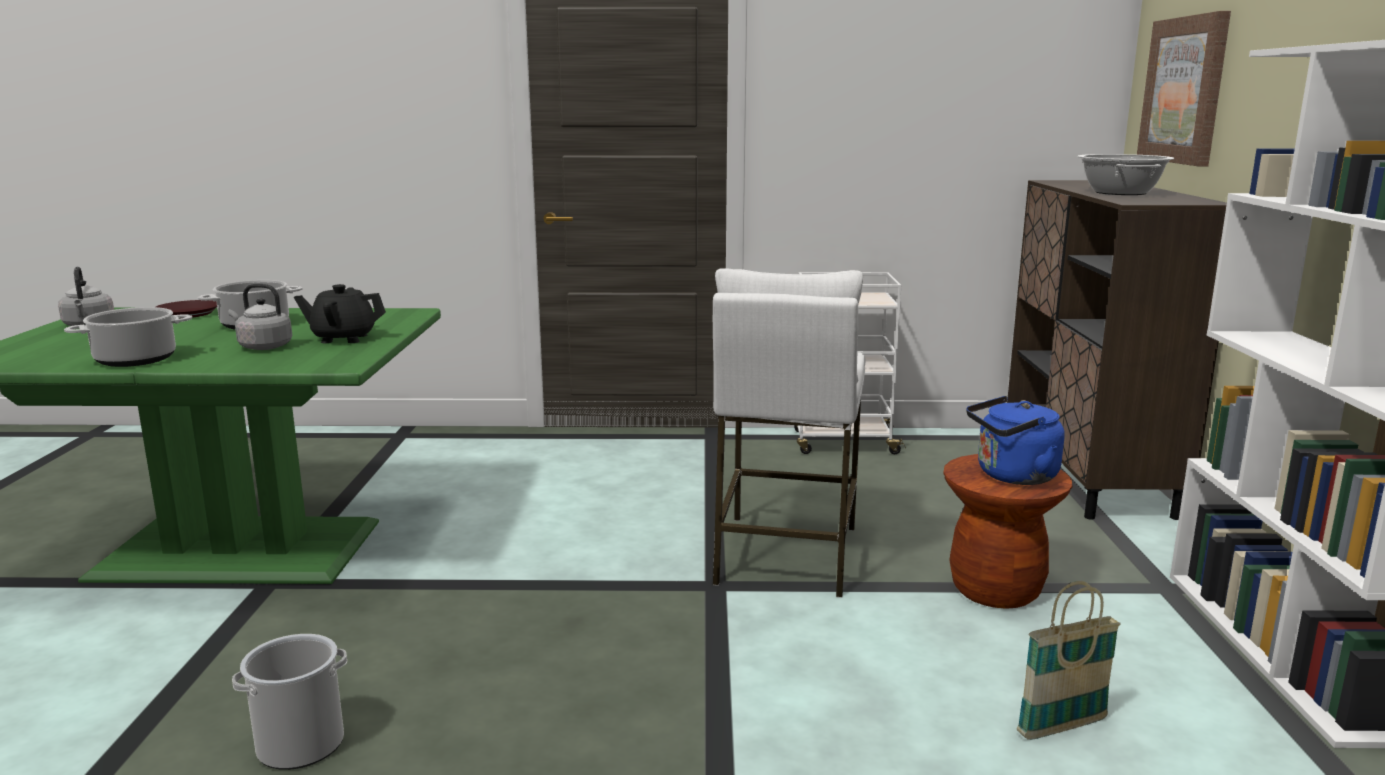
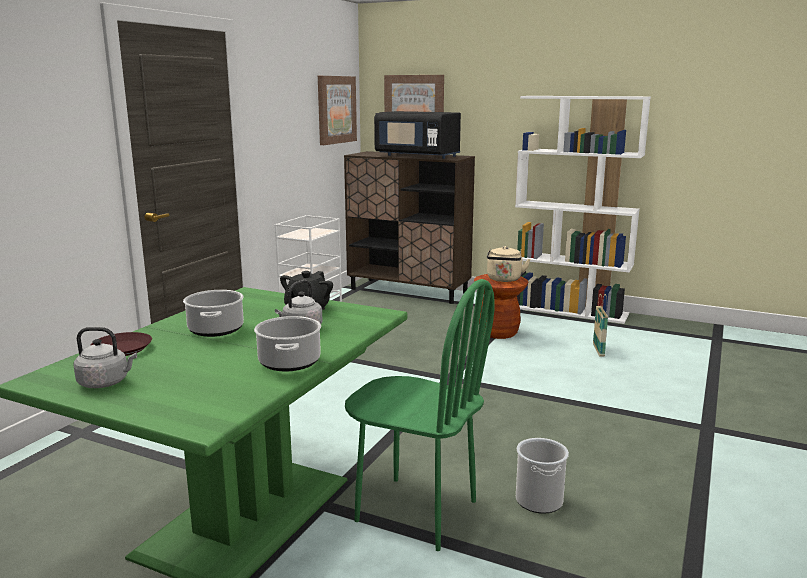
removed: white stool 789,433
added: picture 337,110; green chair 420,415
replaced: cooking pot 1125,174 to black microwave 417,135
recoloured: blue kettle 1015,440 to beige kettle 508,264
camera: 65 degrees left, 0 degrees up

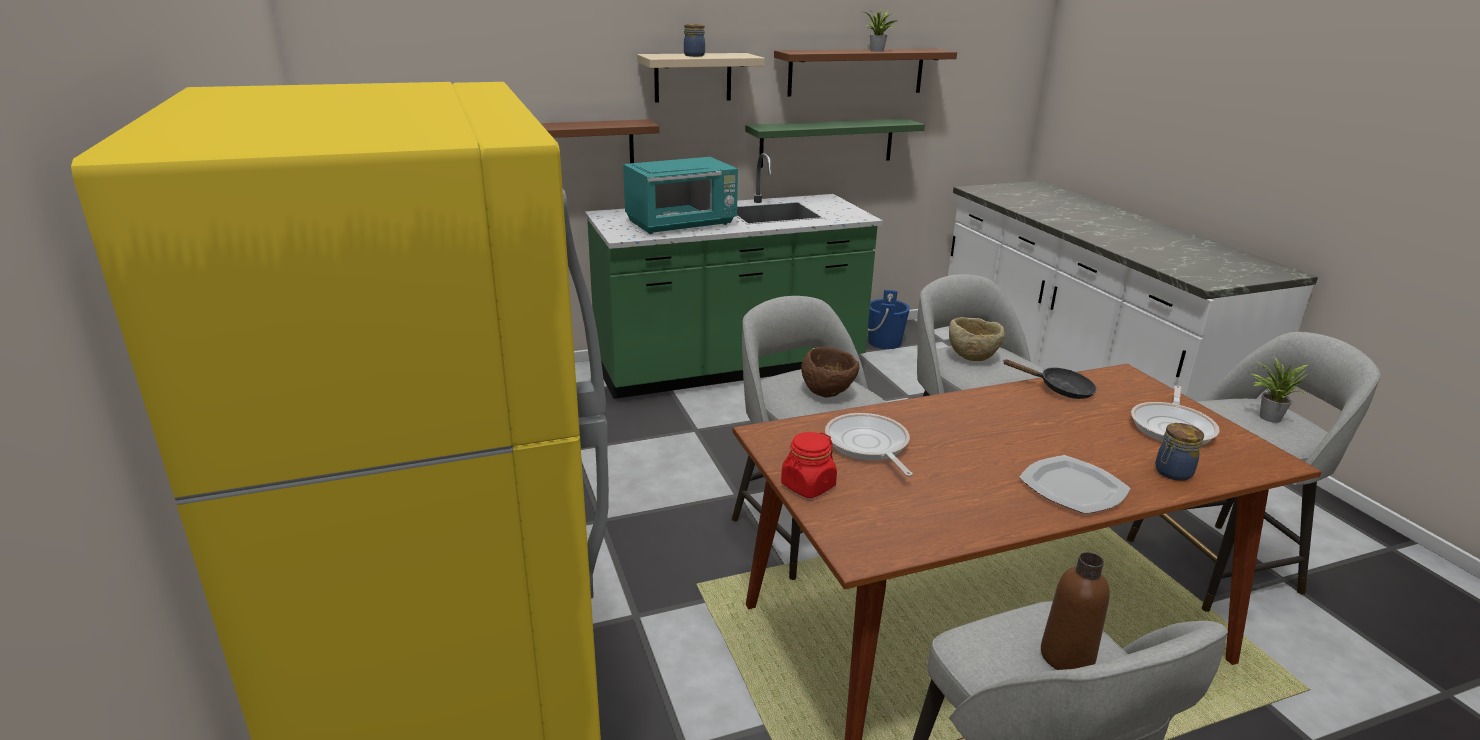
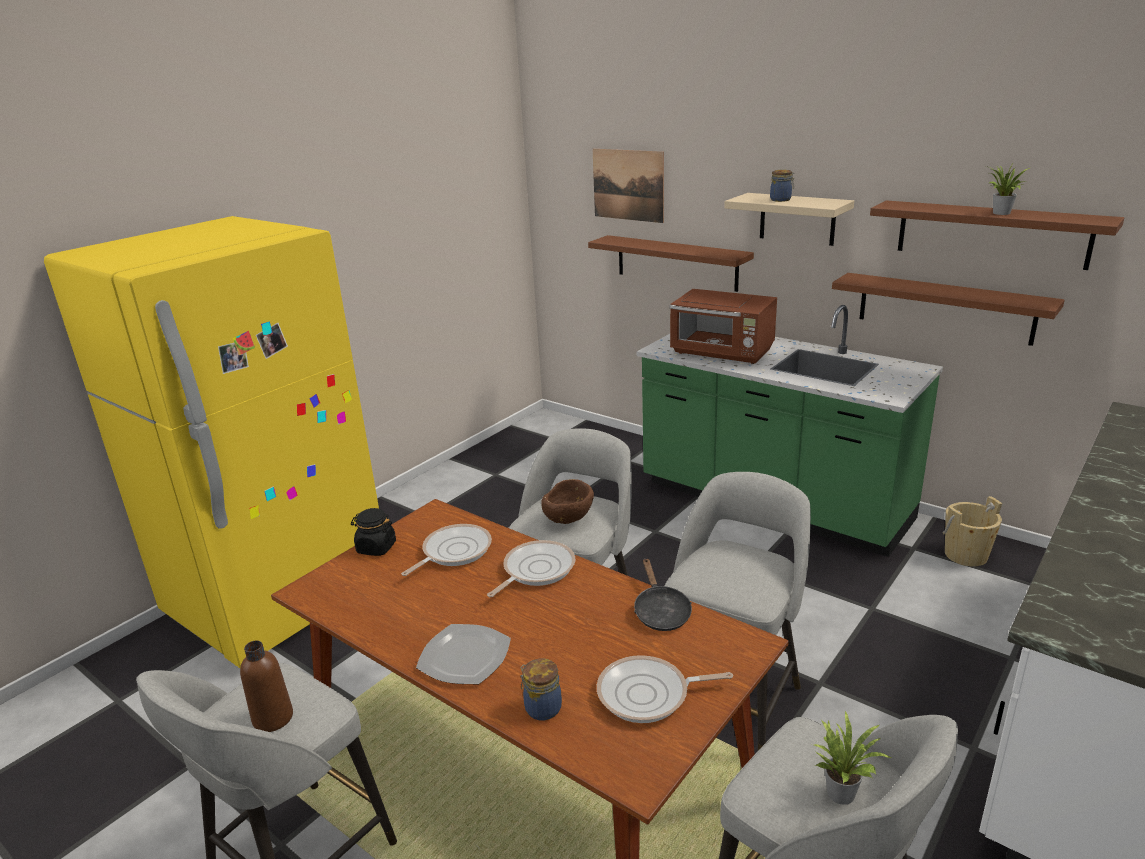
removed: beige bowl 977,339
added: frying pan 531,568; picture 628,186
recoloured: turquoise microwave 680,195 to brown microwave 723,326; green shelf 835,143 to brown shelf 948,309; red jar 809,465 to black jar 373,532; blue bucket 889,319 to beige bucket 972,531
camera: 60 degrees right, 0 degrees up

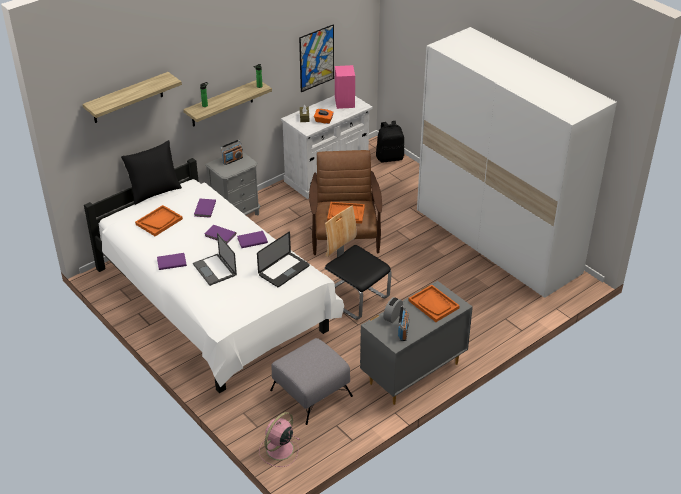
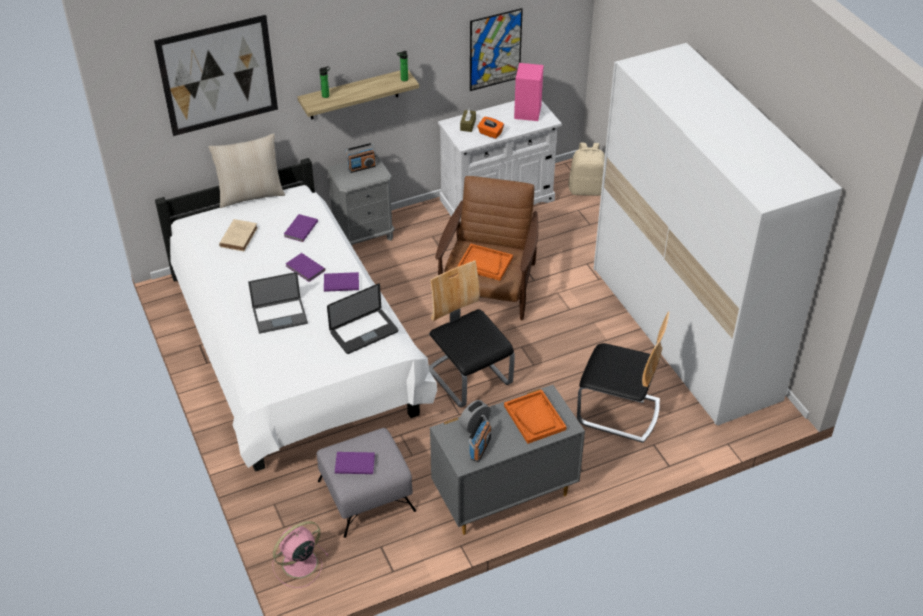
added: chair 623,377
moved: purple book 172,261 to 355,463
replaced: shelf 132,97 to picture 216,75; orange tray 159,220 to beige book 238,235
recoloured: black pillow 151,172 to beige pillow 247,170; black backpack 390,142 to beige backpack 586,169
turned: laptop 215,259 = 278,303 90 degrees counterclockwise
camera: 15 degrees right, 5 degrees up

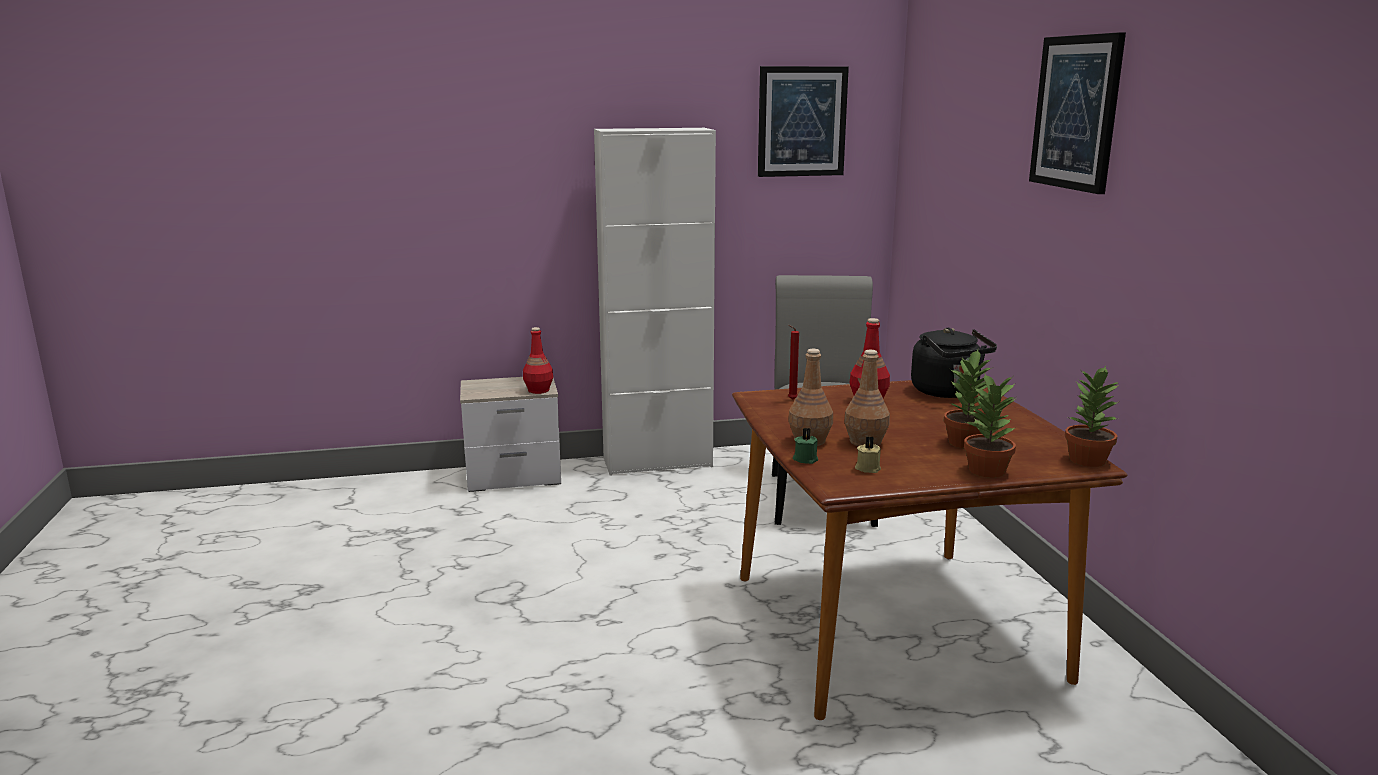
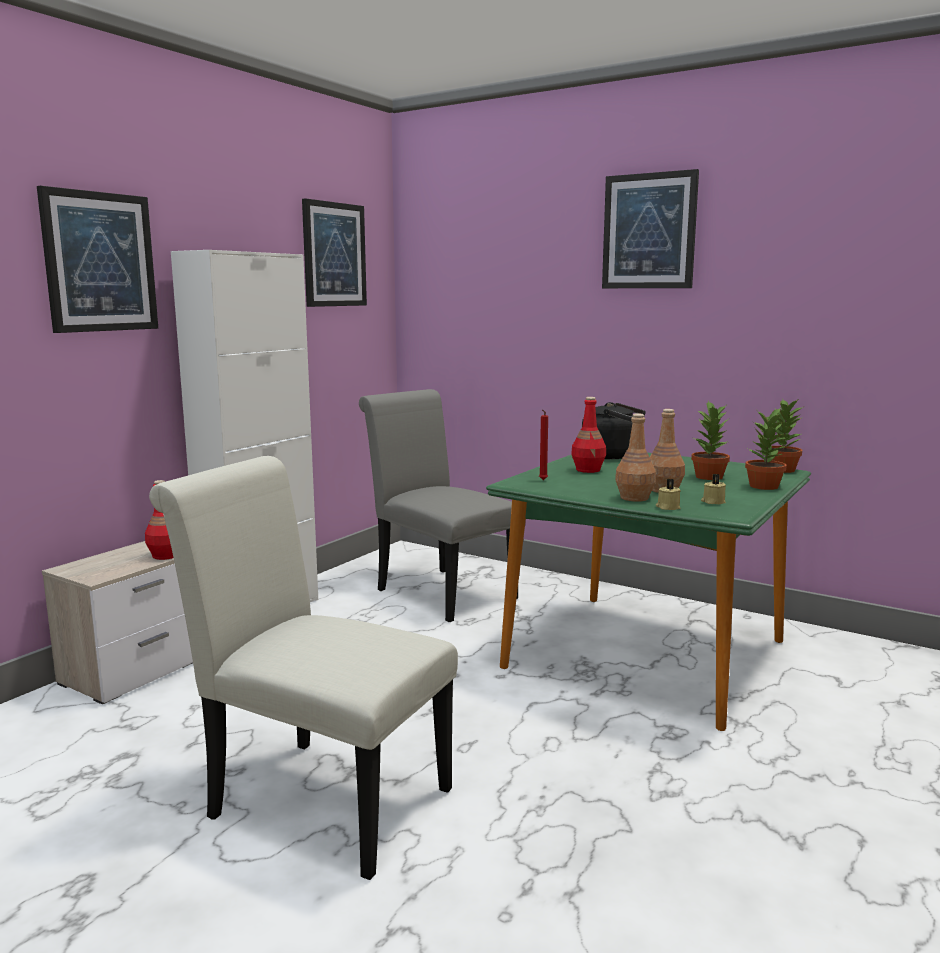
added: picture 97,259; white chair 303,668
recoloured: brown dining table 930,550 to green dining table 648,591; green candle 805,446 to beige candle 668,494
camera: 45 degrees left, 5 degrees down

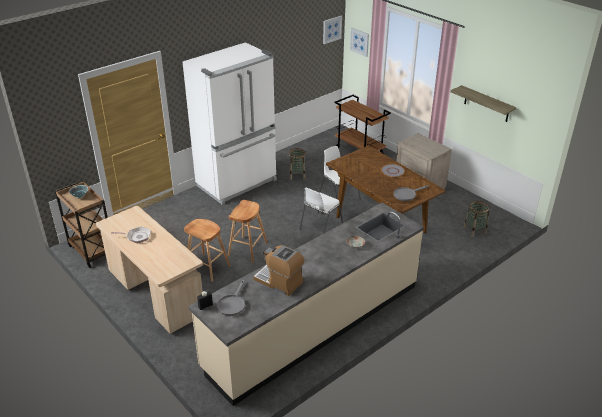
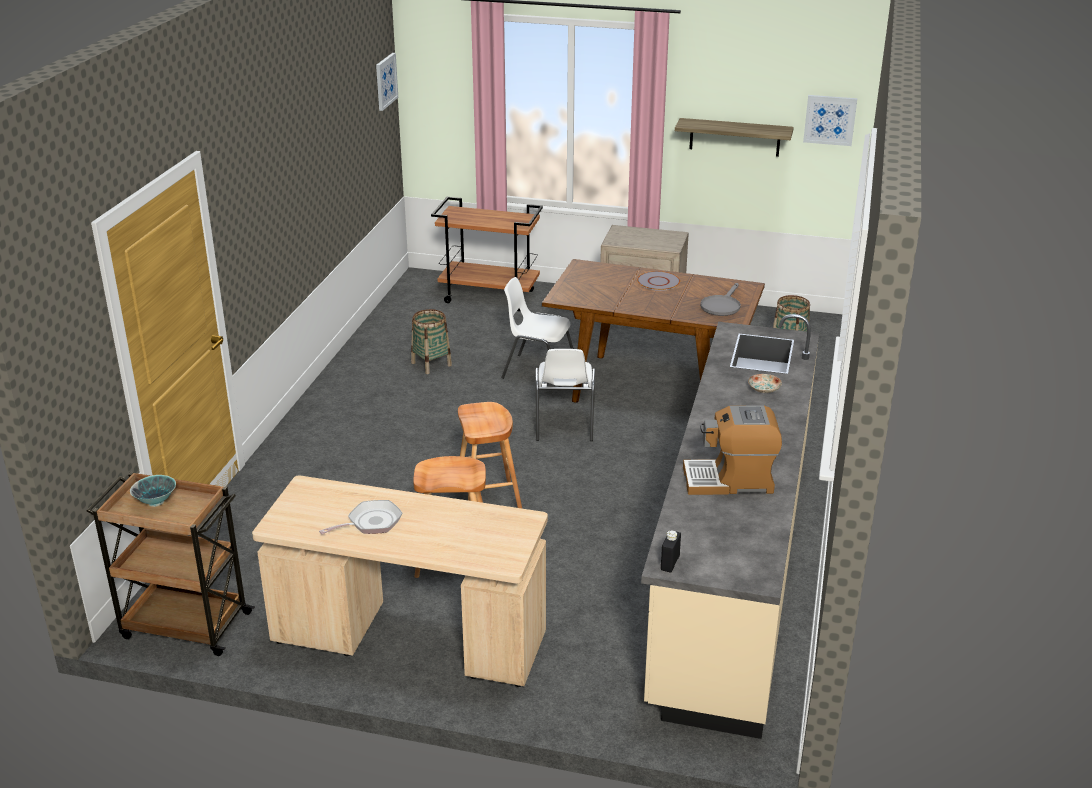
removed: white fridge 229,123; grey frying pan 231,298
moved: picture 359,42 to 830,120
camera: 35 degrees left, 5 degrees down

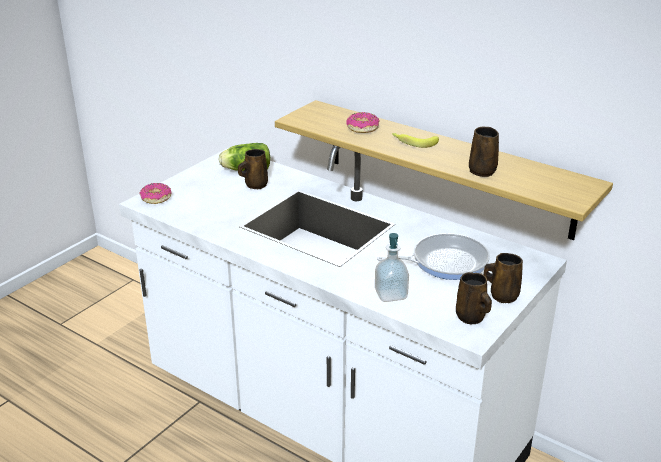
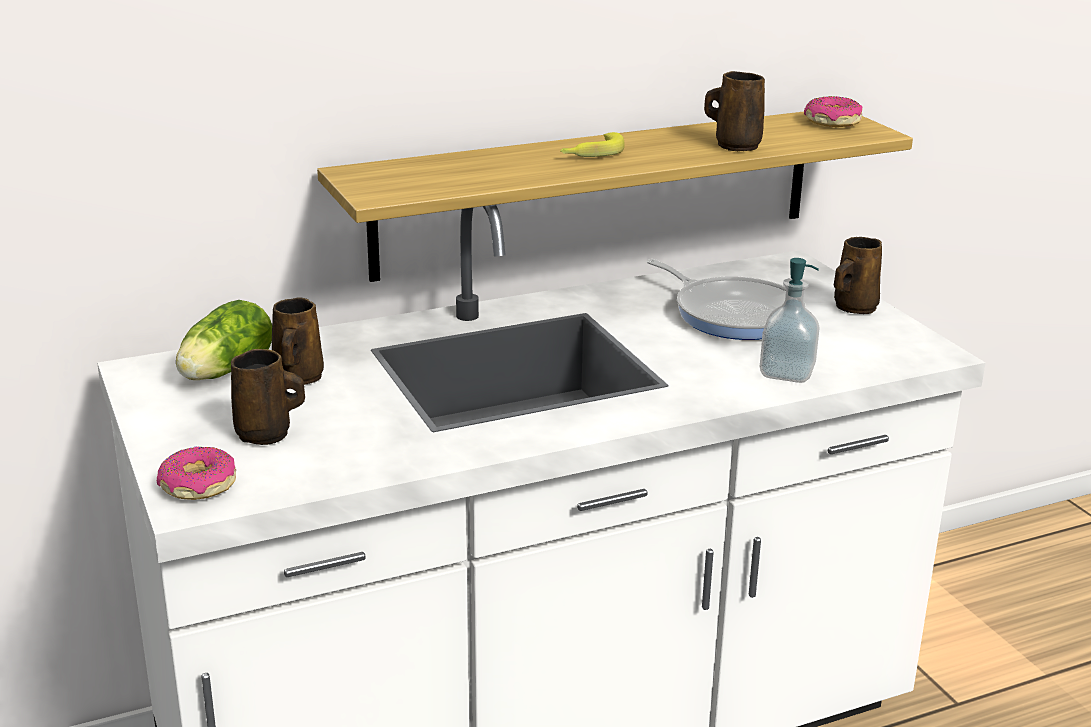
moved: donut 363,122 to 833,111; brown mug 474,298 to 268,397
turned: frying pan 433,256 = 725,299 120 degrees clockwise
camera: 60 degrees left, 5 degrees down

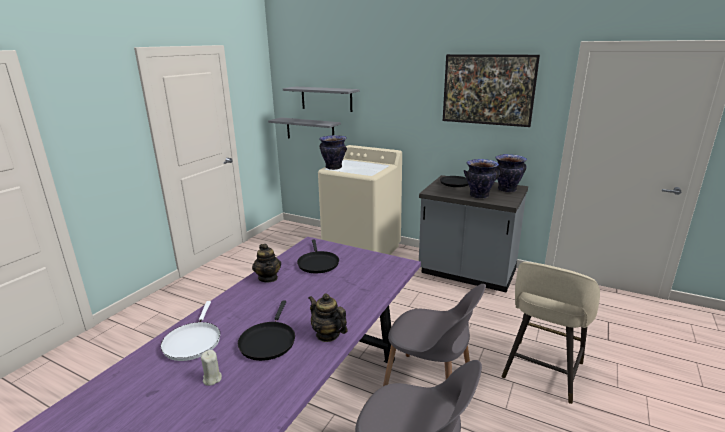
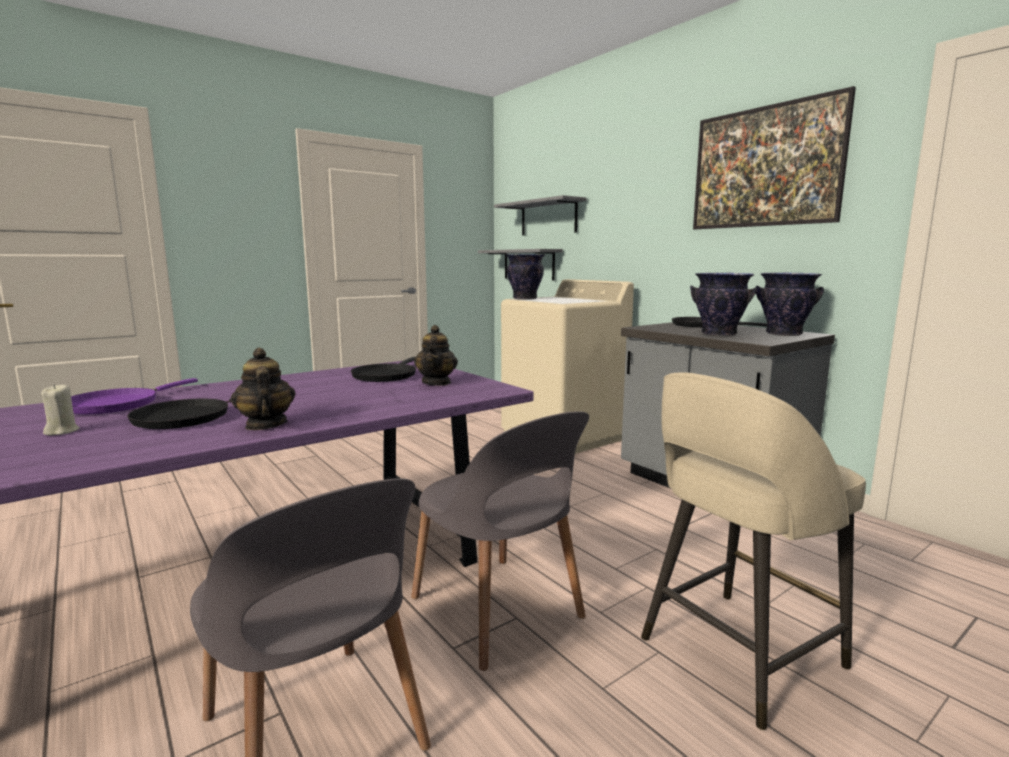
moved: teapot 266,263 to 436,355
recoloured: white frying pan 190,331 to purple frying pan 134,396
camera: 25 degrees right, 10 degrees down

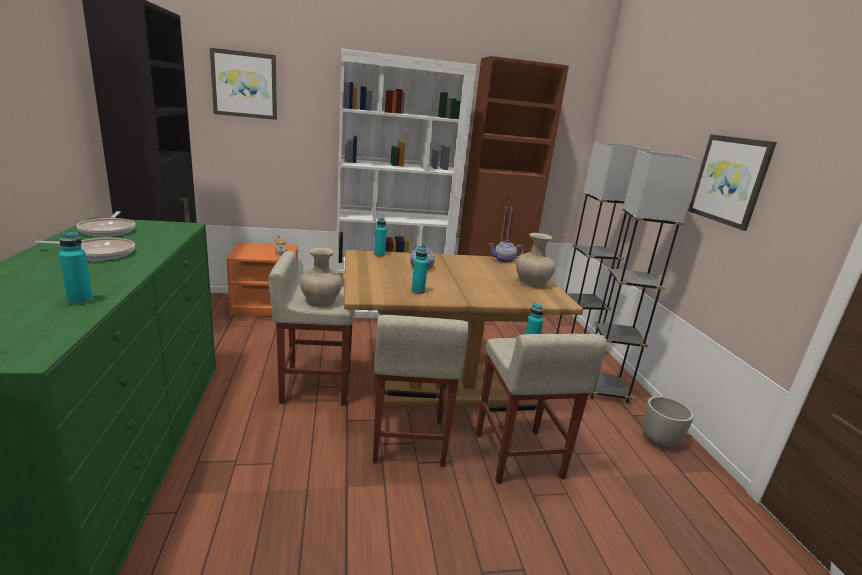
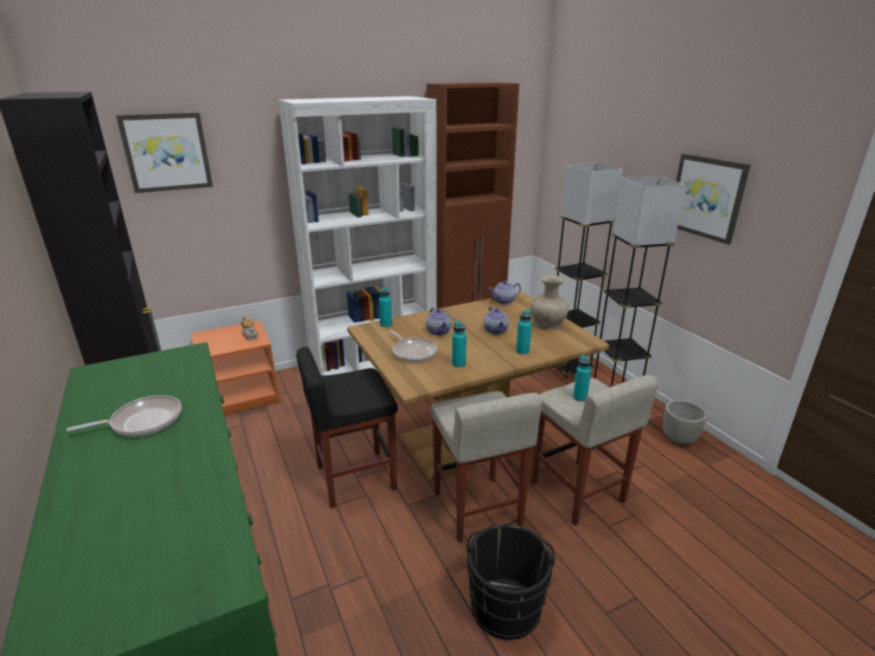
removed: beige vase 321,276
added: black bucket 510,582; teapot 496,321
moved: turquoise bottle 76,268 to 524,332; frying pan 105,223 to 413,346
recoloured: beige stool 311,328 to black stool 347,427
camera: 15 degrees left, 5 degrees up

